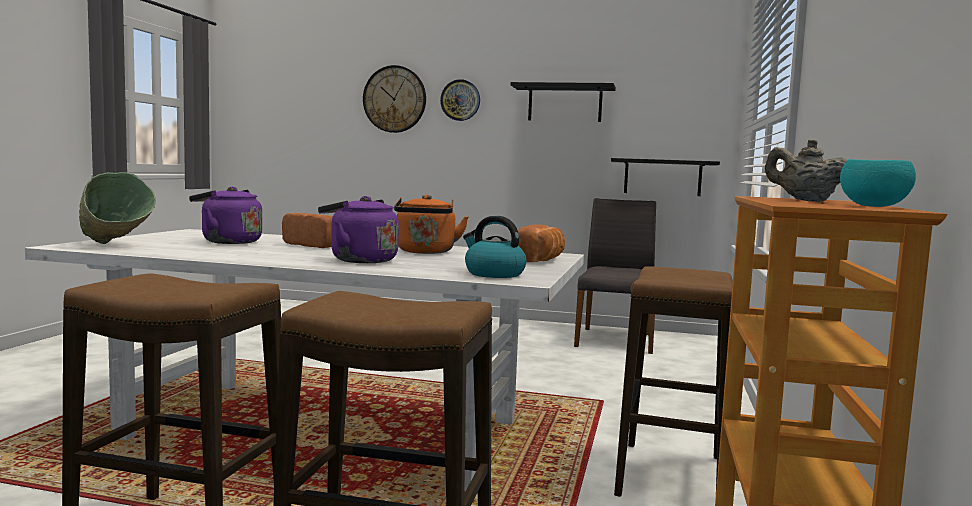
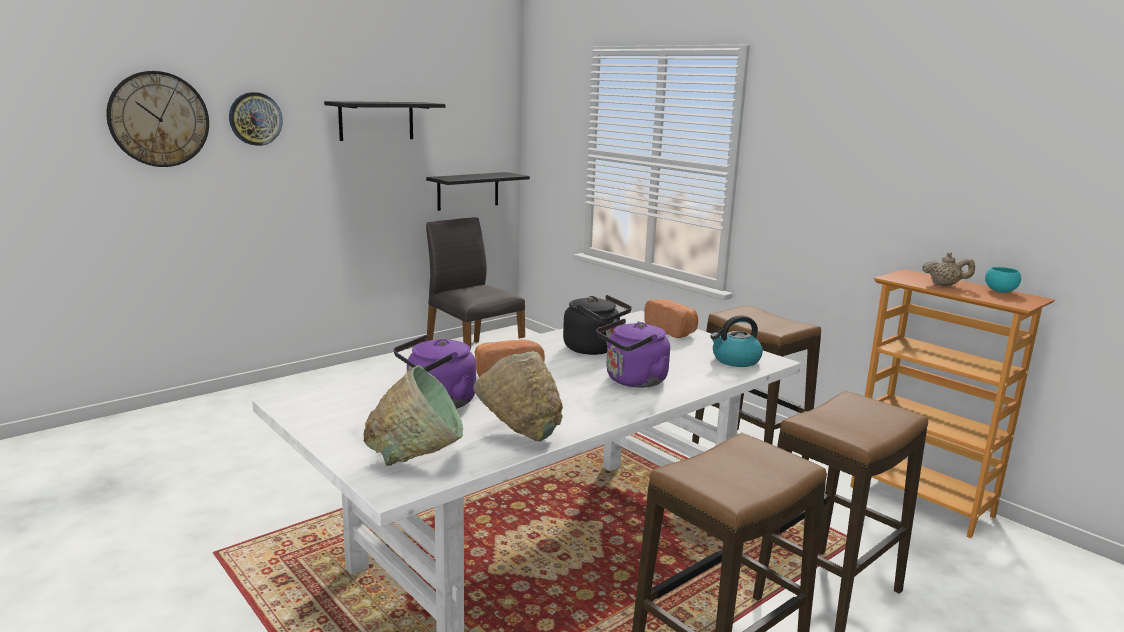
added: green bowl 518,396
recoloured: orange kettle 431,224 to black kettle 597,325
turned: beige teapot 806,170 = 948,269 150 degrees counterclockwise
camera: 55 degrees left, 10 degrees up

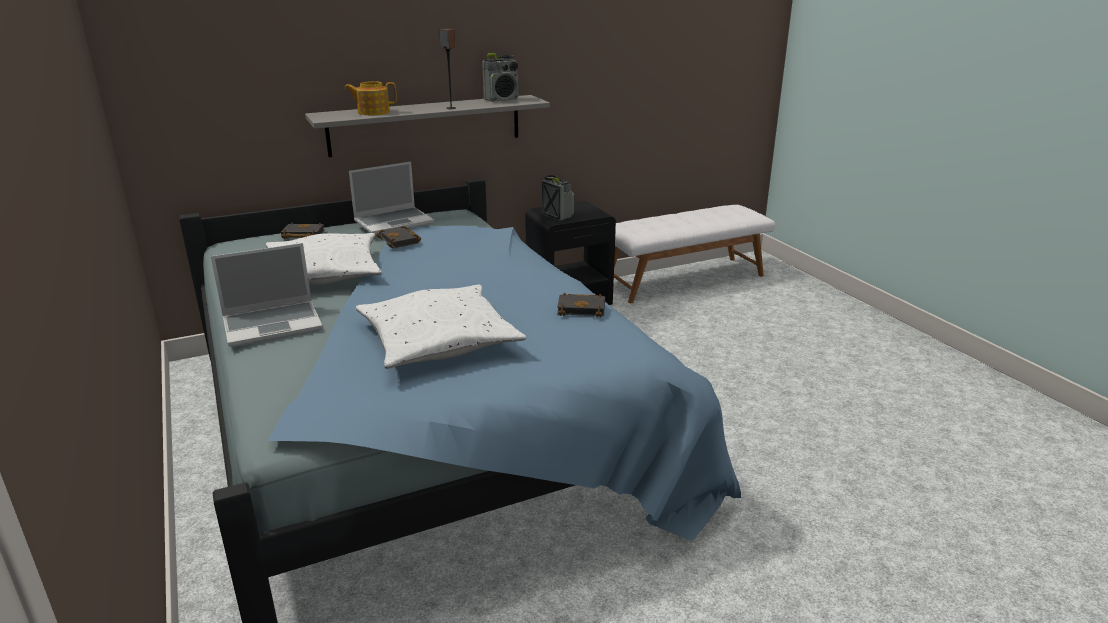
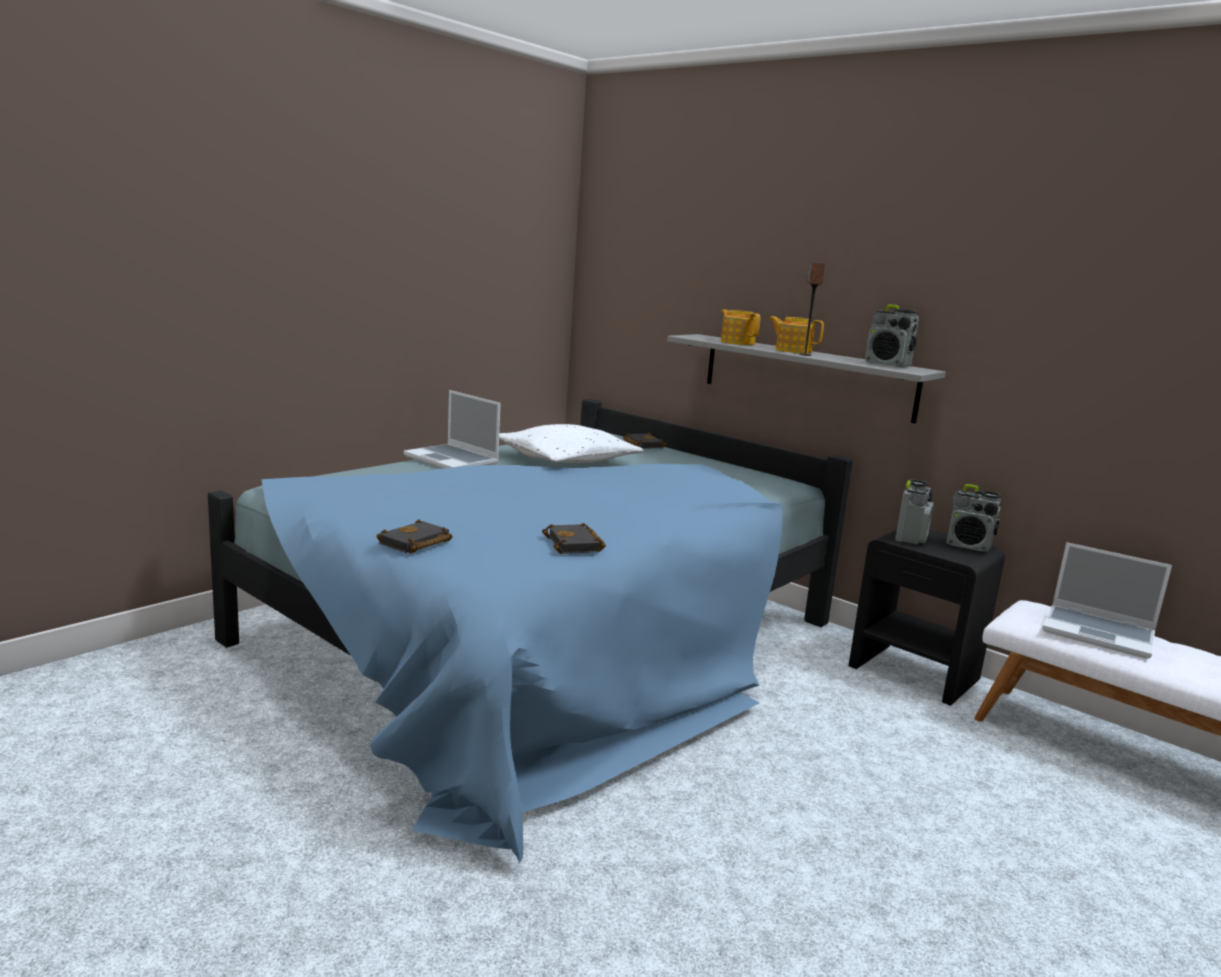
removed: white pillow 441,327
added: teapot 796,334; radio 973,518
moved: laptop 391,198 to 1107,600; black book 398,237 to 414,536
camera: 65 degrees right, 10 degrees down

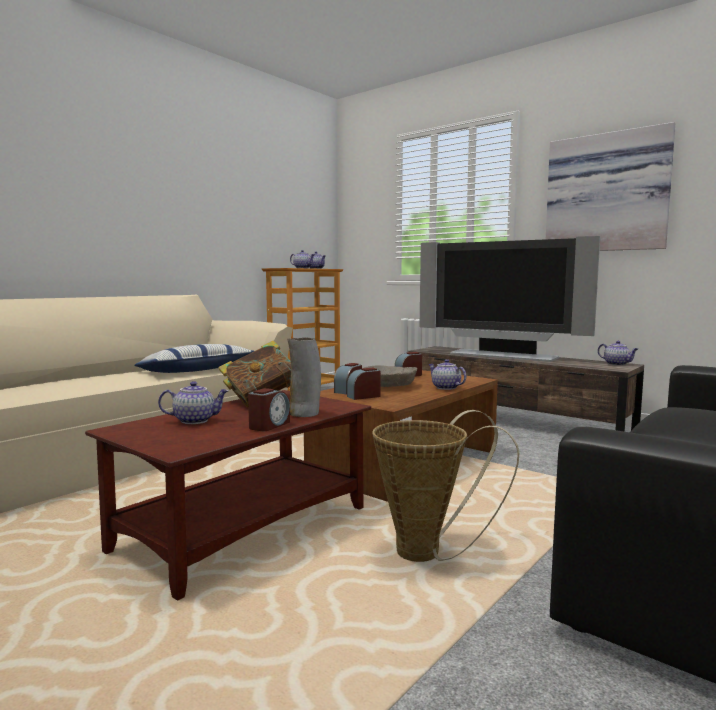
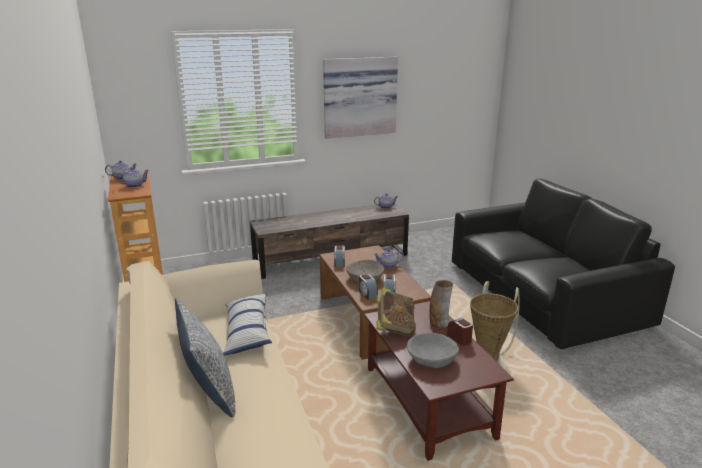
removed: television 510,299
added: pillow 205,358
replaced: teapot 193,402 to grey bowl 433,350
camera: 60 degrees left, 15 degrees up

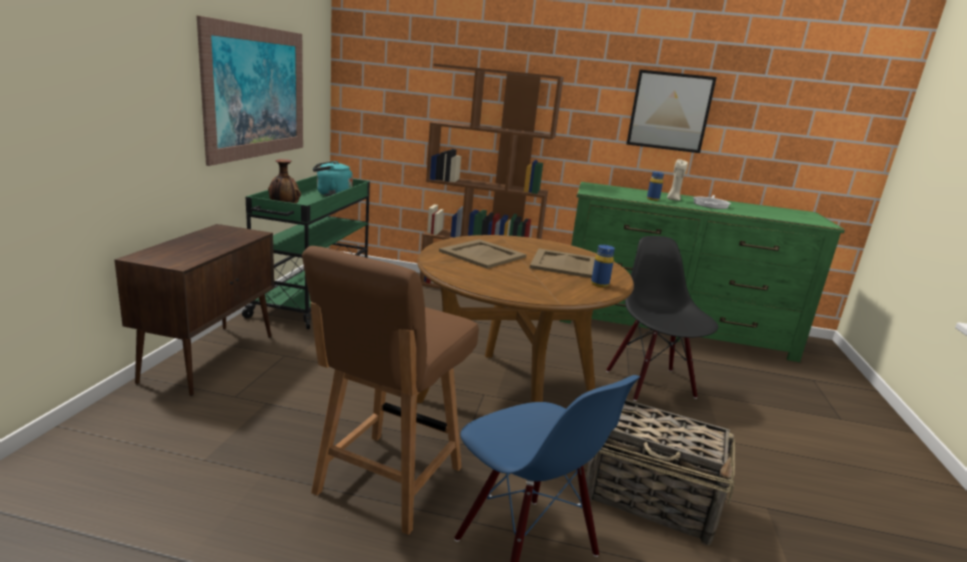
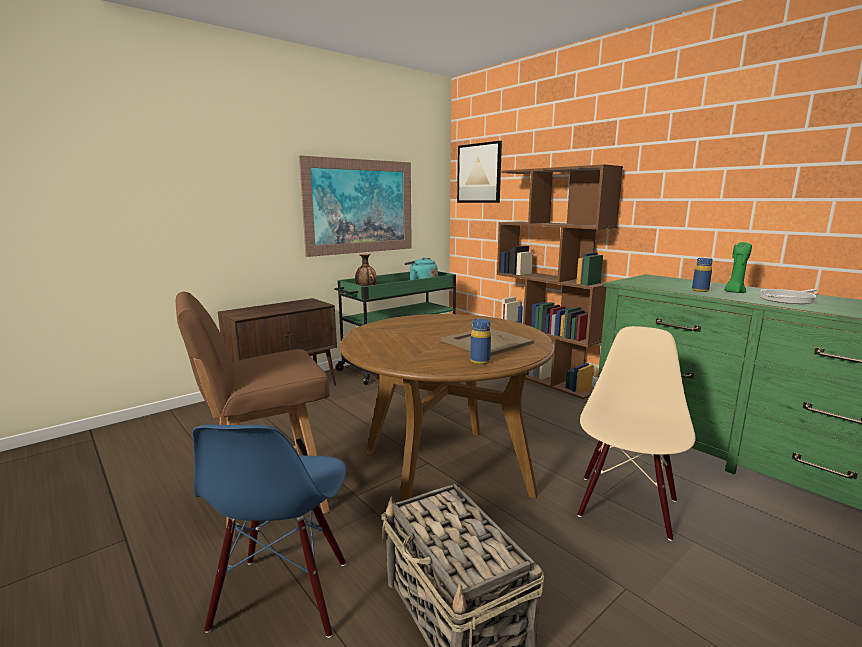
removed: beige tray 482,254
moved: picture 671,111 to 479,172
recoloured: black chair 662,318 to beige chair 637,433; beige candle 677,180 to green candle 738,267
camera: 40 degrees right, 5 degrees down

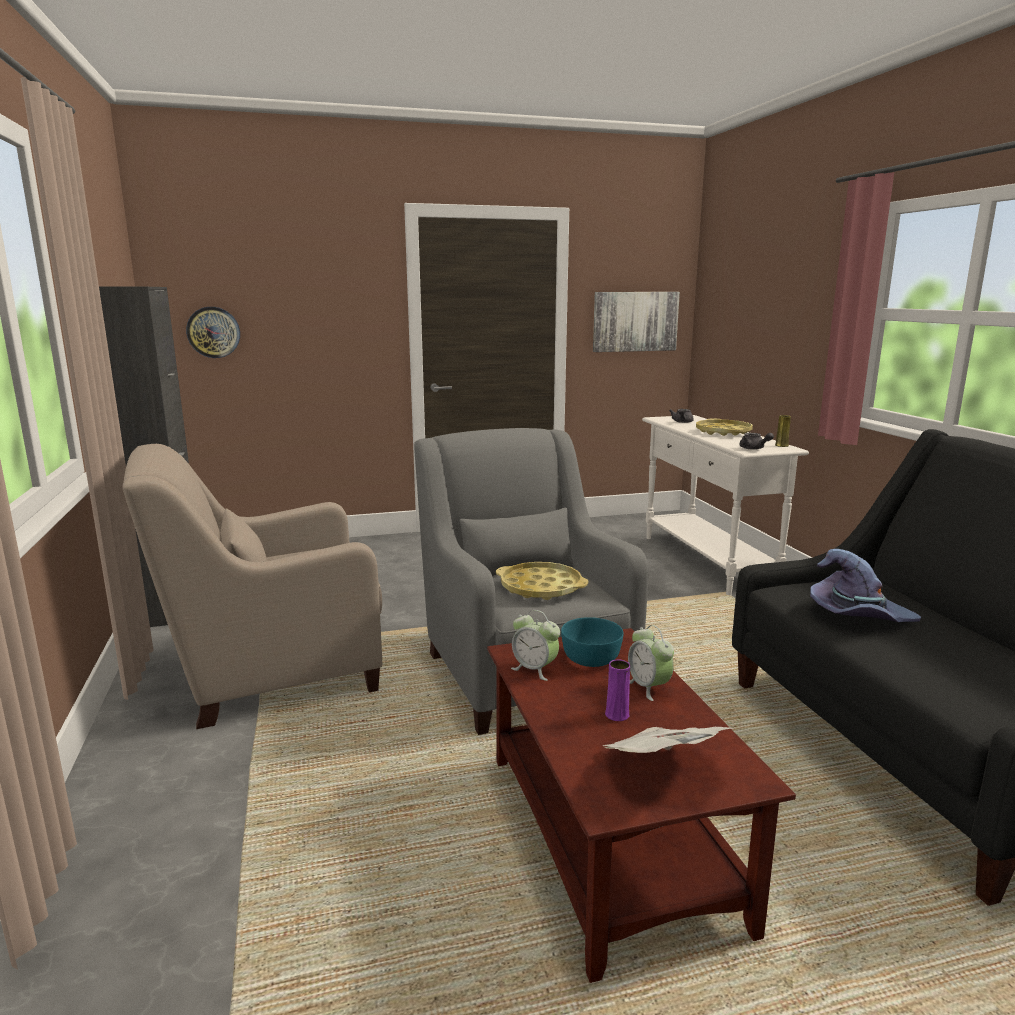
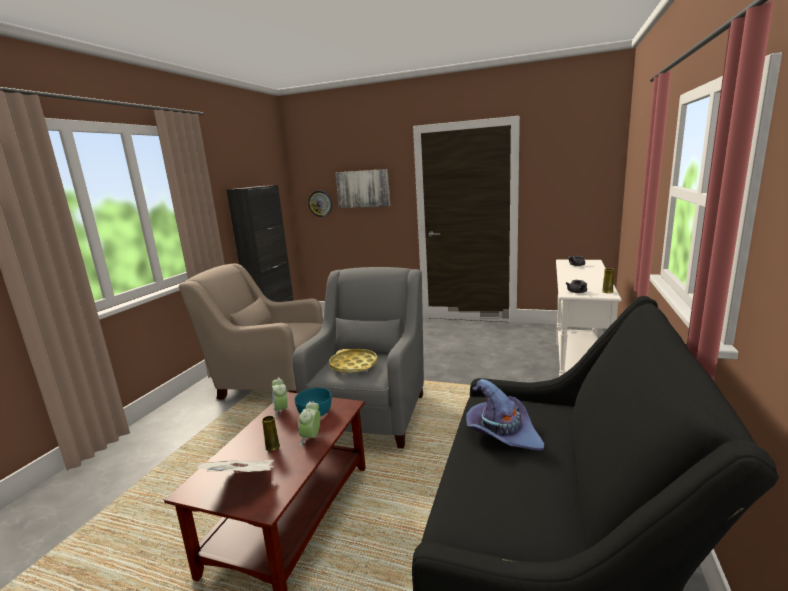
removed: yellow tray 724,427
moved: picture 636,322 to 363,188
recoloured: purple vase 617,690 to yellow vase 271,433
camera: 35 degrees right, 0 degrees up

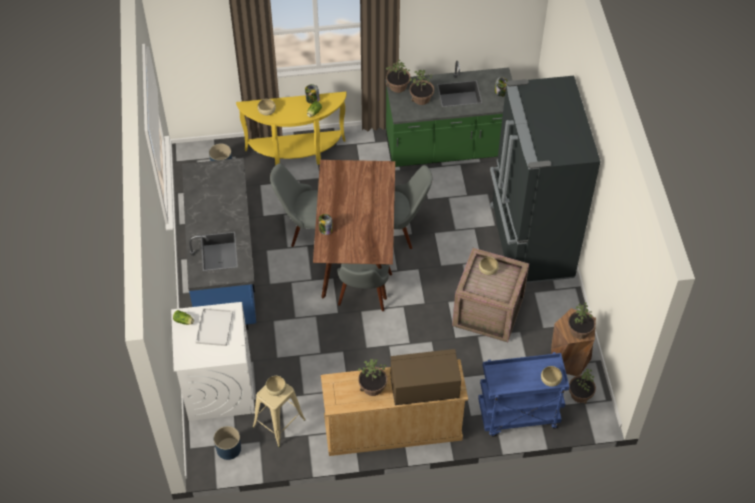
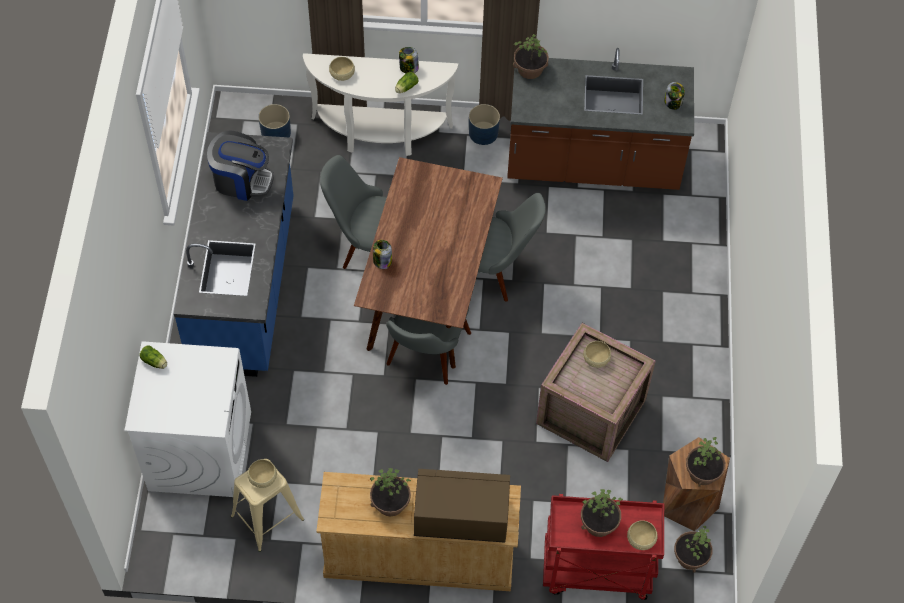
removed: white tray 214,327; black fridge 545,179
added: coffee machine 240,166
moved: blue planter 227,443 to 484,124; potted plant 421,87 to 602,513
recoloured: yellow console table 291,129 to white console table 380,104; green counter 448,114 to brown counter 600,119; blue cart 524,394 to red cart 603,547
camera: 10 degrees right, 5 degrees up

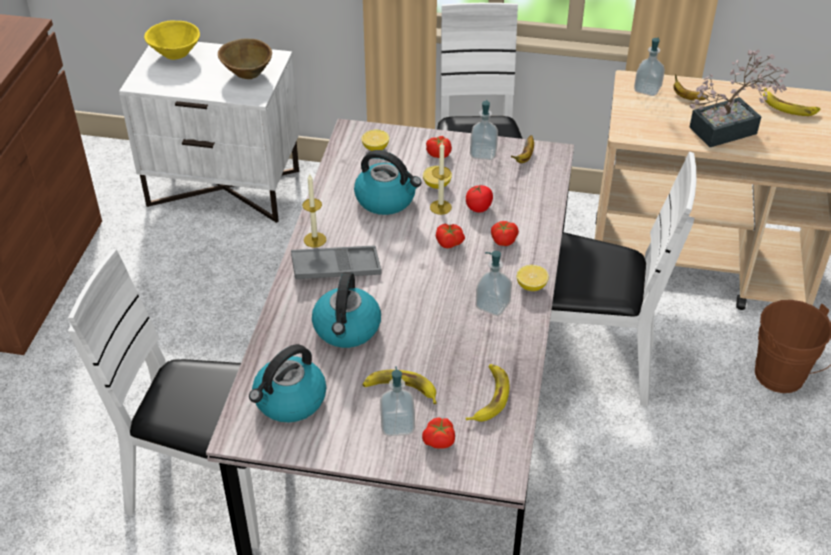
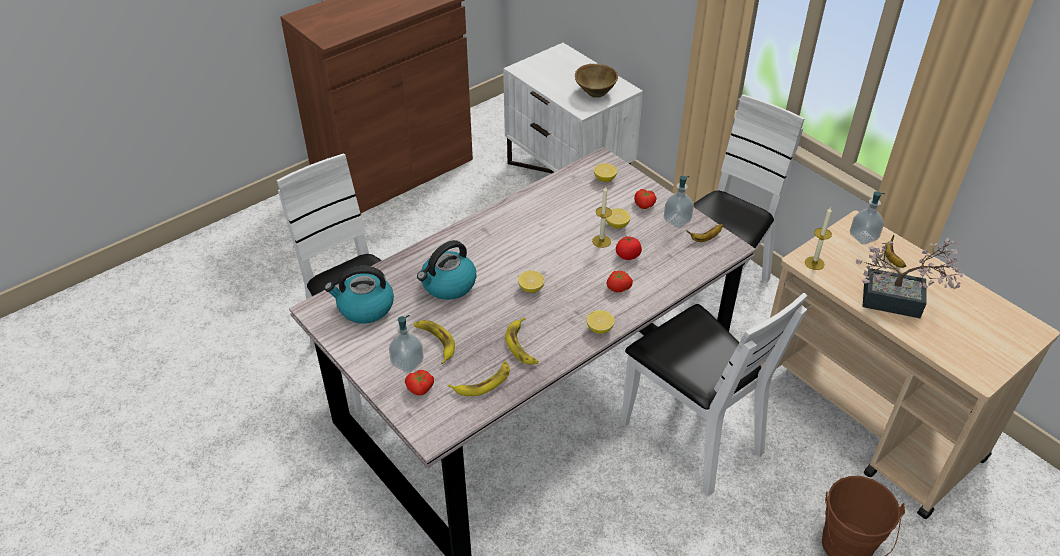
removed: yellow bowl 172,40; grey tray 336,262; kettle 388,182; tomato 450,236; soap dispenser 494,283
added: lemon 531,281
moved: candle 314,210 to 818,238; banana 792,102 to 522,340
camera: 40 degrees right, 0 degrees up

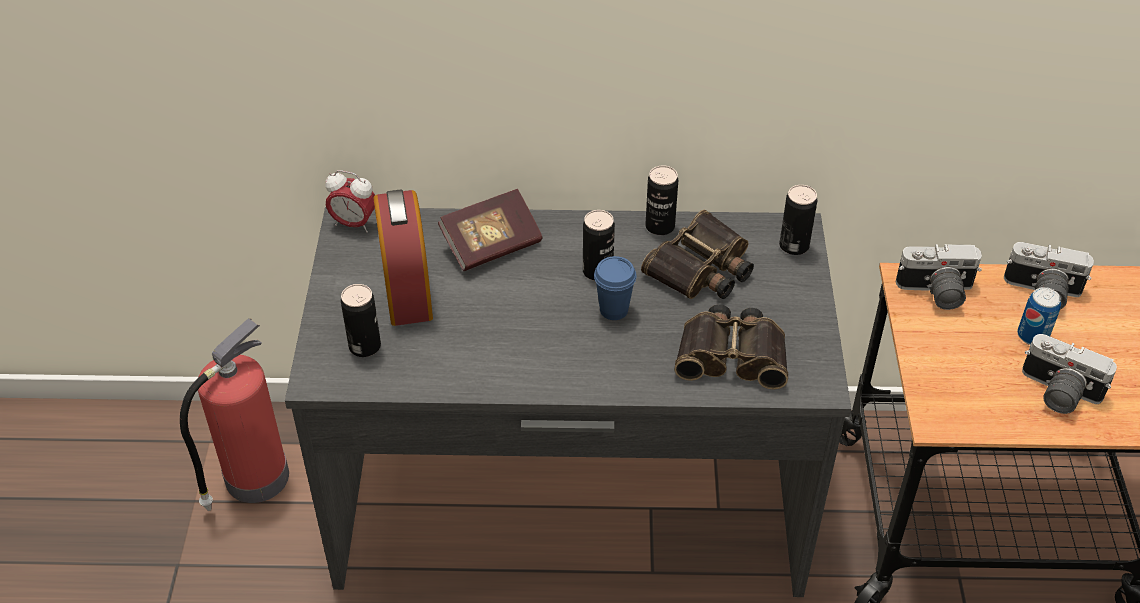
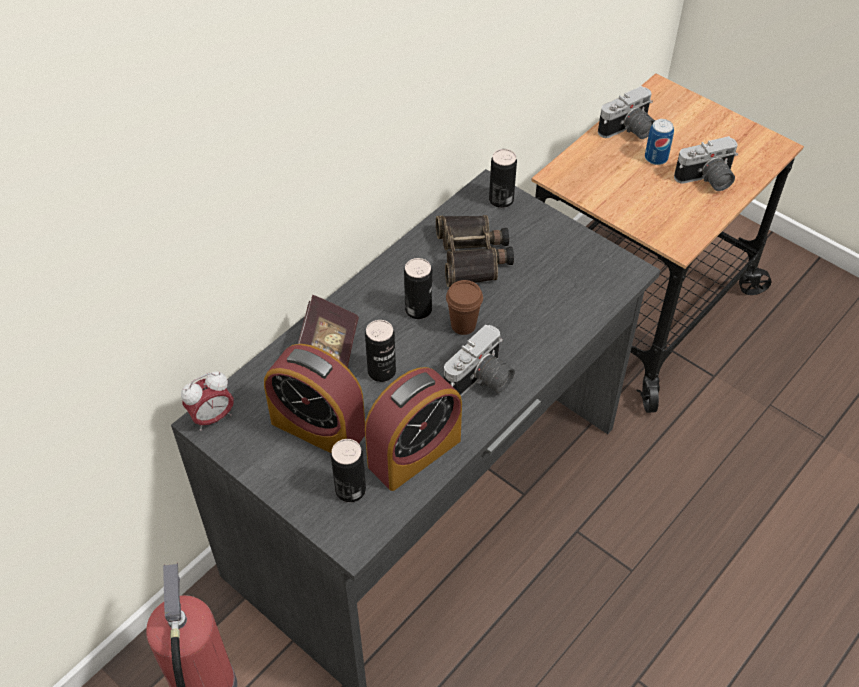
removed: binoculars 731,347
added: alarm clock 413,429
moved: can 661,200 to 380,351; photo camera 939,277 to 479,360
recoloured: blue cup 615,288 to brown cup 464,307
camera: 50 degrees left, 5 degrees up

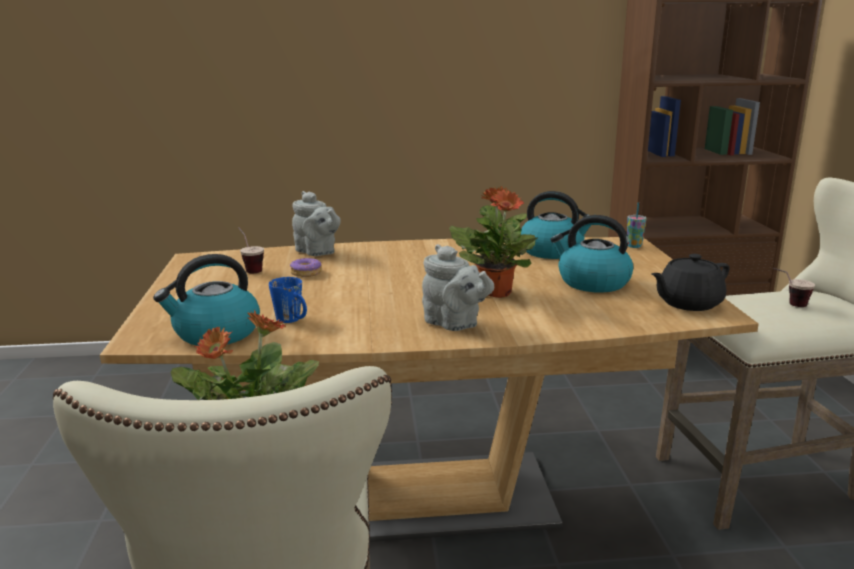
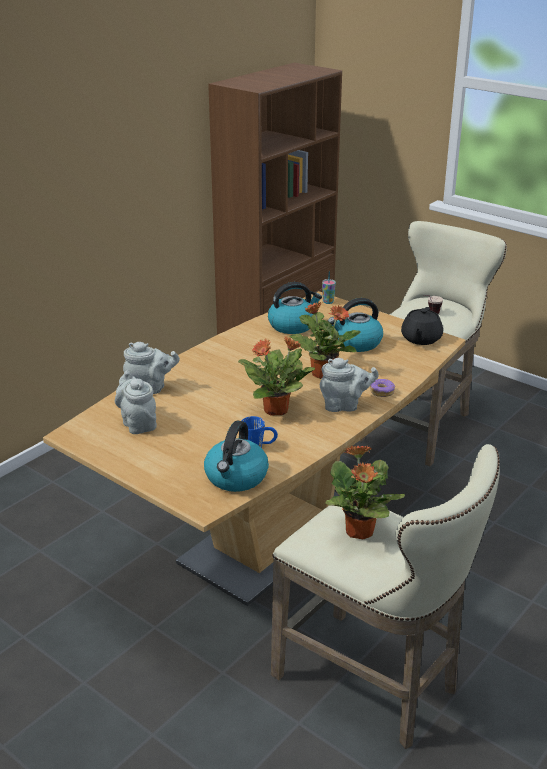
added: potted plant 276,376
moved: donut 305,267 to 382,388
replaced: cup 251,250 to grey teapot 136,402
camera: 45 degrees left, 10 degrees up

